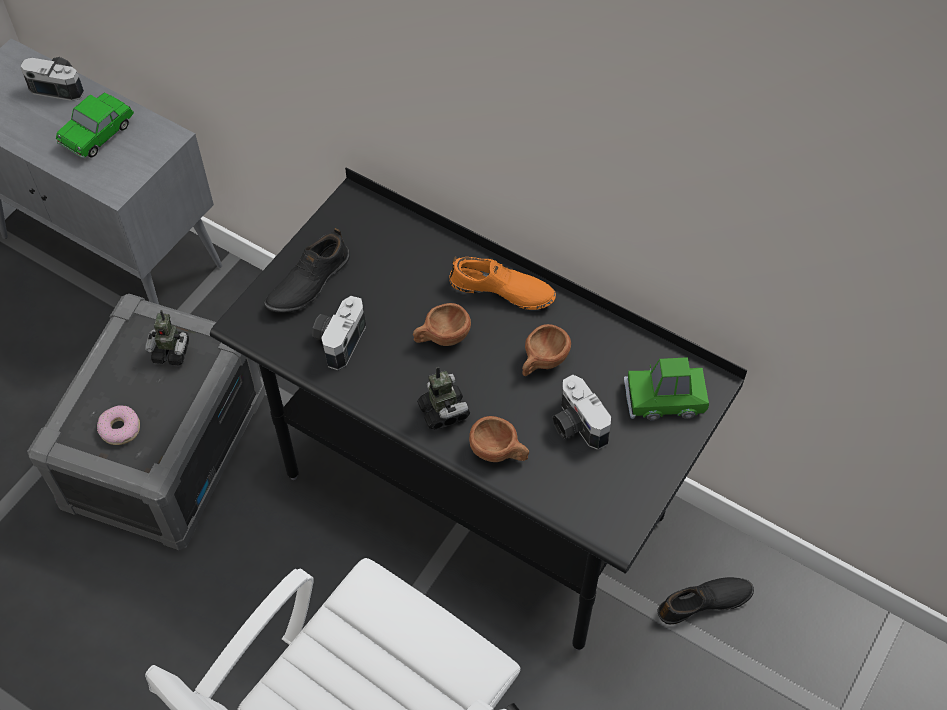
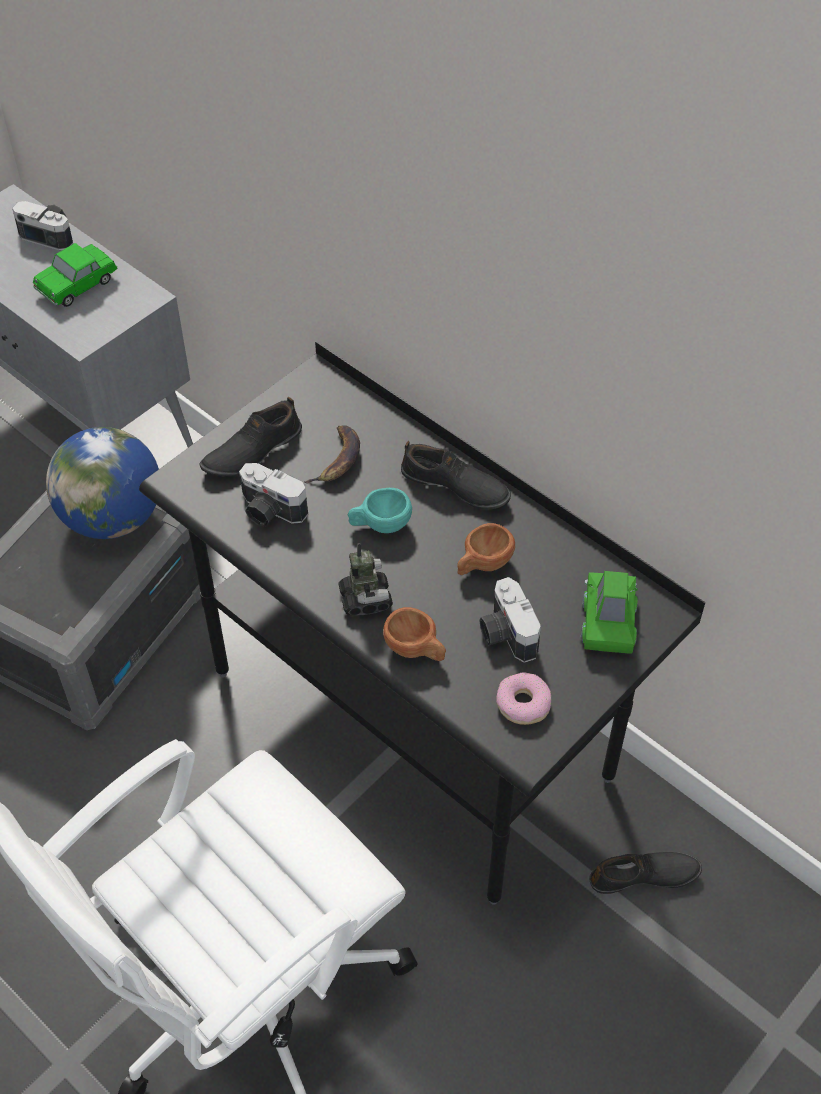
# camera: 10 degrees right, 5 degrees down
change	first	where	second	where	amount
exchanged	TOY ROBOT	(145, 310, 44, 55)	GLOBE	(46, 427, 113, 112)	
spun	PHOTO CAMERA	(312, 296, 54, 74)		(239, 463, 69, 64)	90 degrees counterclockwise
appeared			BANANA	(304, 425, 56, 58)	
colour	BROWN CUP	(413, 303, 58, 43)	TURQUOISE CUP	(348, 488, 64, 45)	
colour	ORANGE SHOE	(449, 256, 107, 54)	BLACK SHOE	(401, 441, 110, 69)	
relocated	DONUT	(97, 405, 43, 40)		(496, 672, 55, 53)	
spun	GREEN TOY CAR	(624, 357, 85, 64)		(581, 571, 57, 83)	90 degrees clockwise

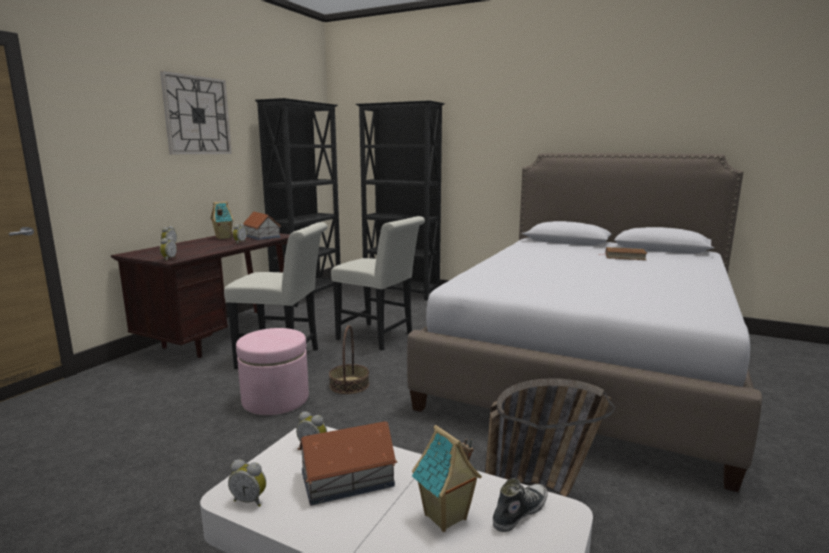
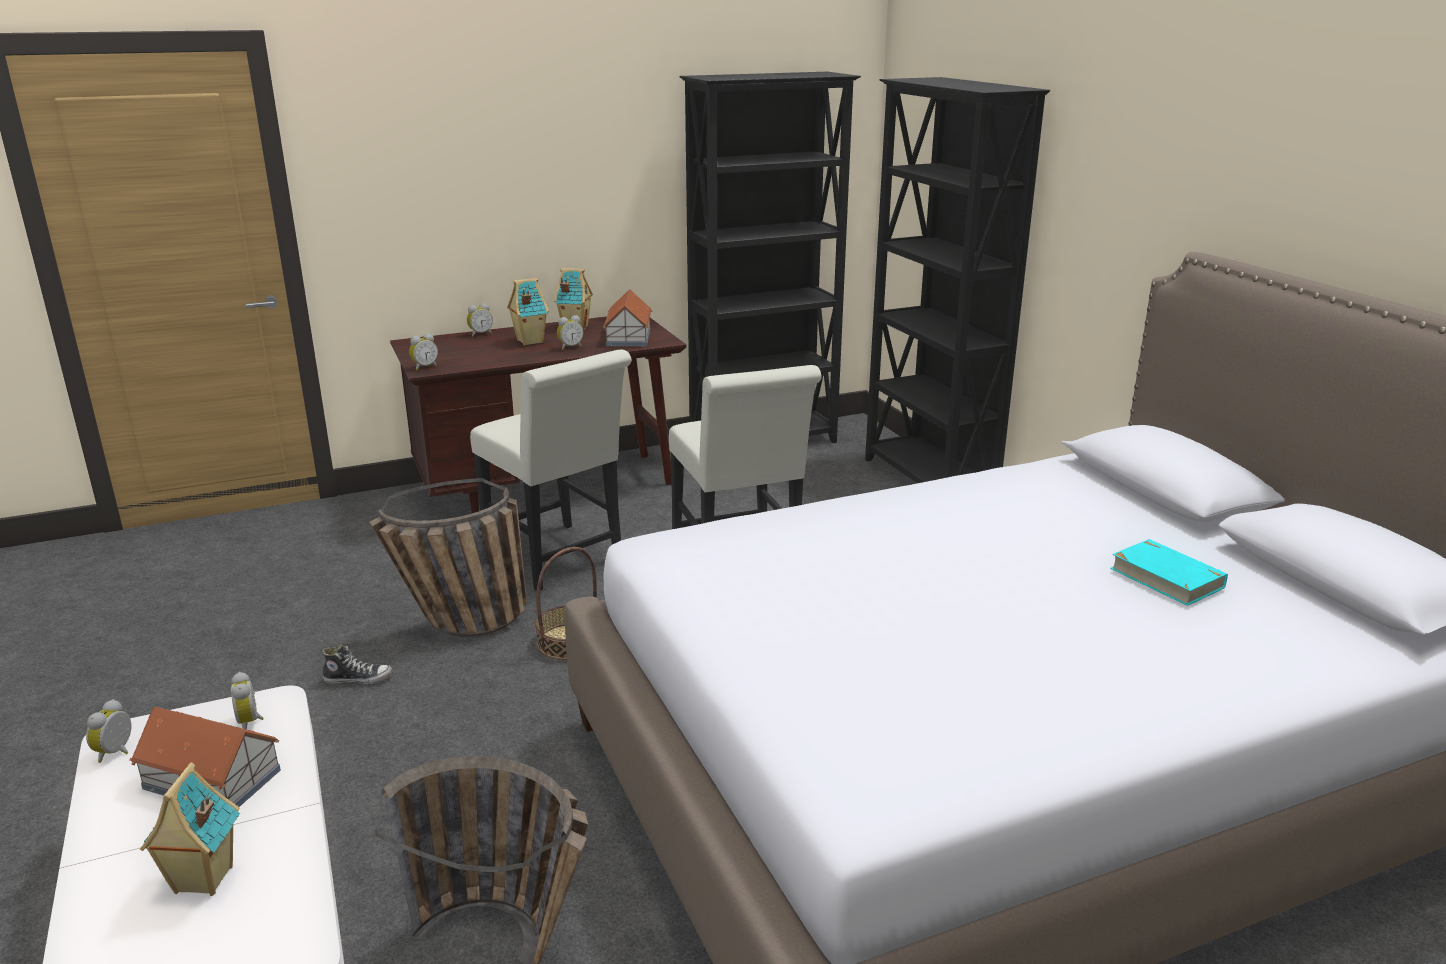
# camera: 40 degrees right, 10 degrees up
change	first	where	second	where	amount
spun	ALARM CLOCK	(228, 459, 38, 48)		(86, 699, 45, 64)	45 degrees clockwise
relocated	SHOE	(493, 478, 55, 54)		(322, 644, 71, 40)	
exchanged	PINK OTTOMAN	(236, 328, 73, 87)	BASKET	(369, 478, 158, 159)	
appeared			TOY HOUSE	(507, 278, 42, 67)	
colour	BROWN BOOK	(599, 247, 48, 13)	TURQUOISE BOOK	(1110, 539, 118, 67)	
missing	WALL CLOCK	(160, 71, 72, 84)			

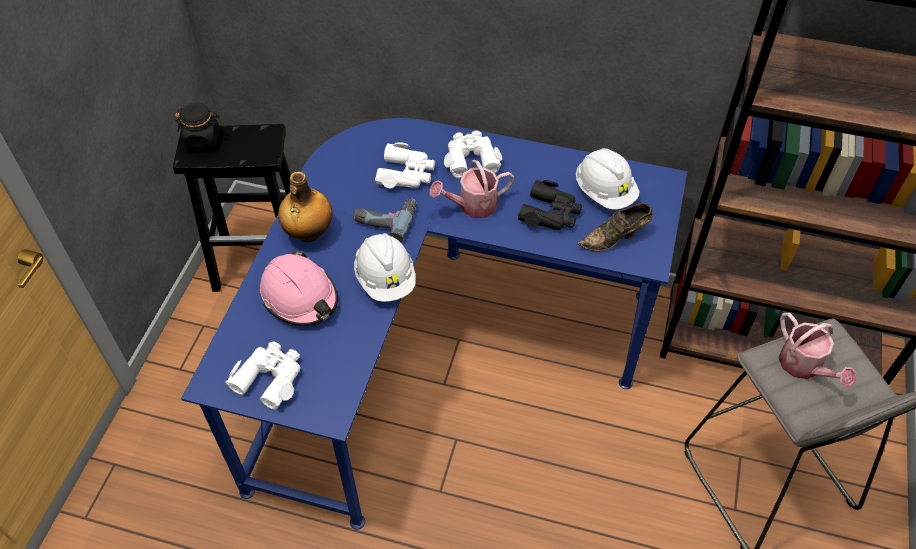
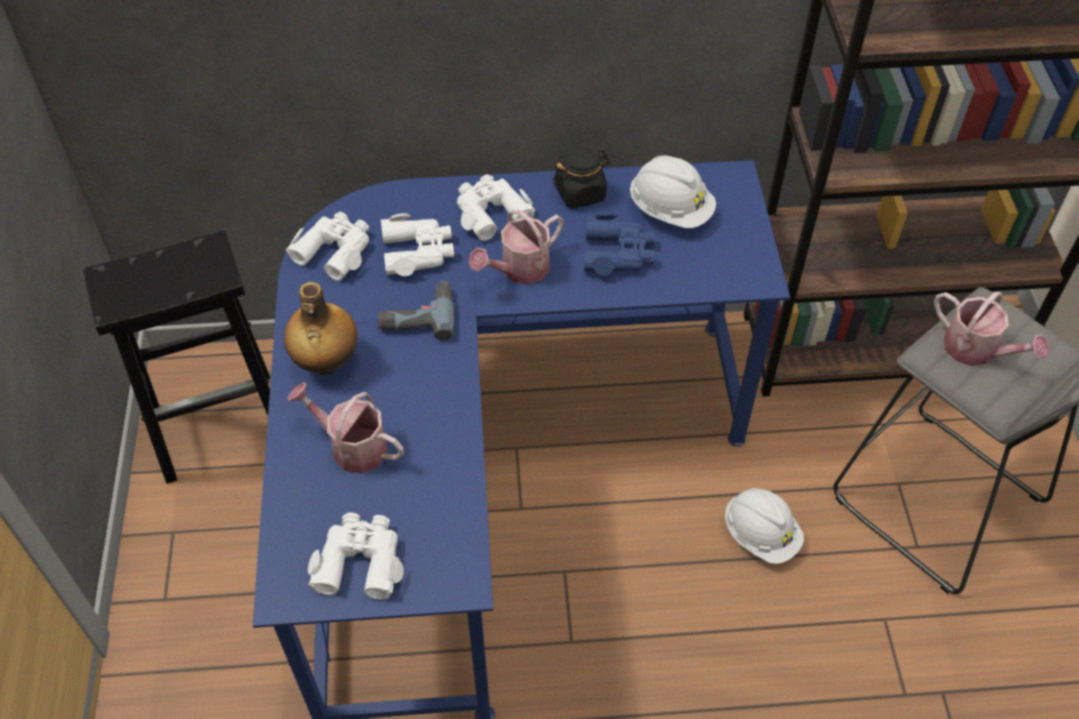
# camera: 20 degrees left, 0 degrees up
change	first	where	second	where	amount
appeared			WHITE BINOCULARS	(286, 212, 83, 69)	
exchanged	PINK HARD HAT	(260, 251, 78, 75)	WATERING CAN	(287, 382, 117, 92)	
relocated	BLACK JAR	(175, 102, 45, 48)		(553, 144, 58, 65)	
colour	BLACK BINOCULARS	(518, 179, 64, 51)	BLUE BINOCULARS	(584, 213, 71, 63)	
relocated	WHITE HARD HAT	(354, 233, 61, 69)		(725, 488, 79, 76)	
missing	BROWN SHOE	(578, 203, 74, 48)			

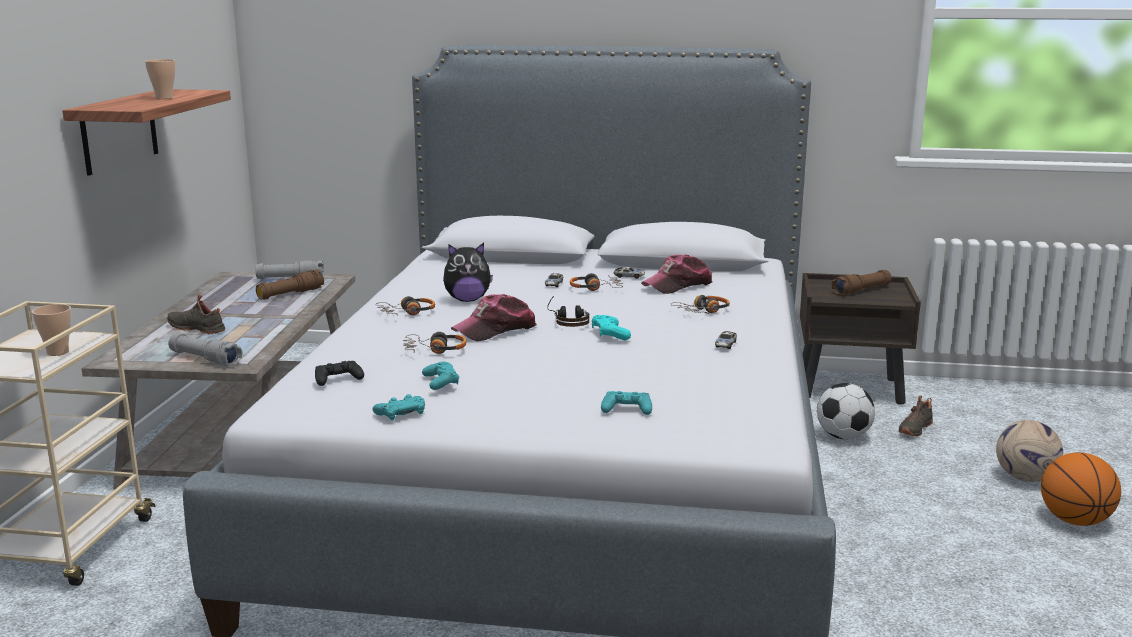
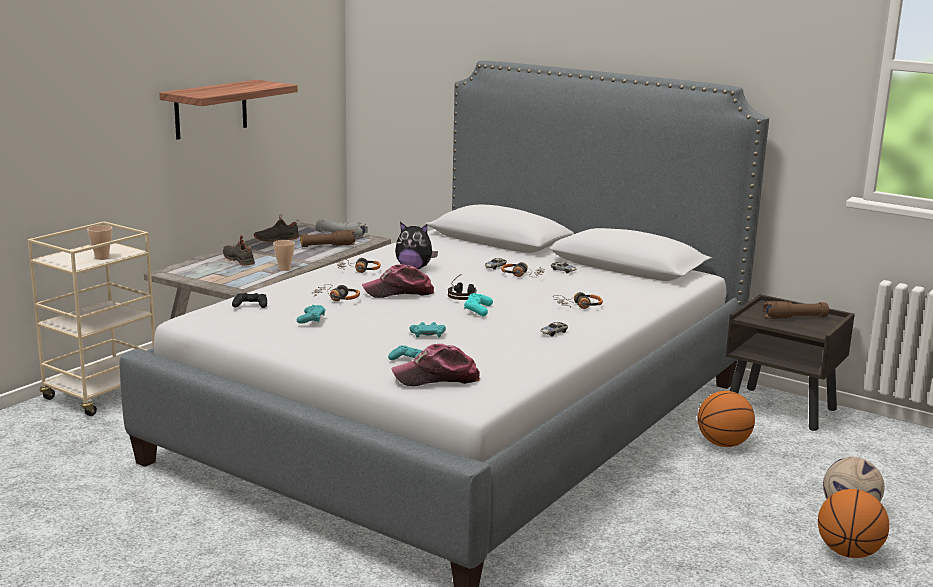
# camera: 25 degrees right, 0 degrees up
change	first	where	second	where	amount
relocated	BLACK SHOE	(899, 395, 34, 42)		(254, 216, 46, 26)	
relocated	CUP	(145, 59, 31, 40)		(273, 240, 22, 31)	
relocated	CAP	(641, 254, 72, 40)		(392, 344, 88, 42)	
relocated	TURQUOISE GAME CONTROLLER	(373, 394, 52, 27)		(410, 322, 36, 16)	
exchanged	FOOTBALL	(817, 383, 58, 57)	BASKETBALL	(698, 391, 57, 56)	
missing	GREY FLASHLIGHT	(168, 333, 74, 33)			

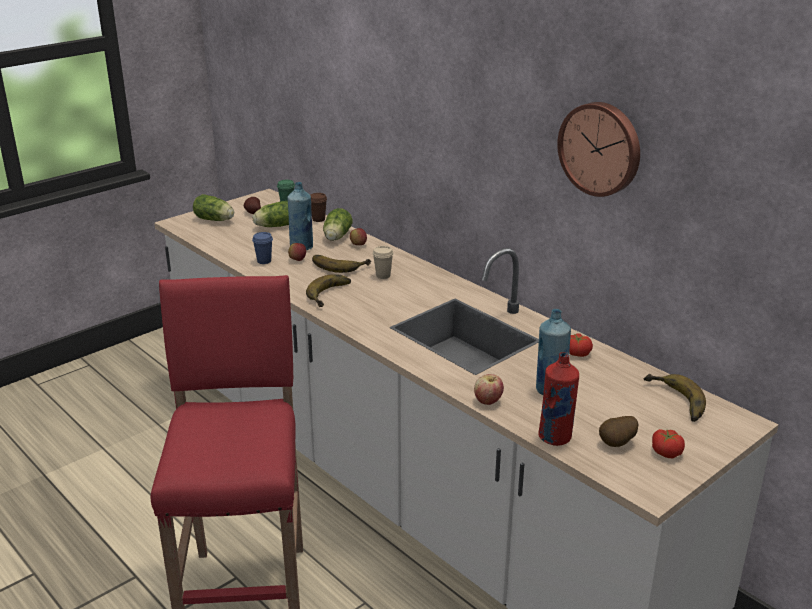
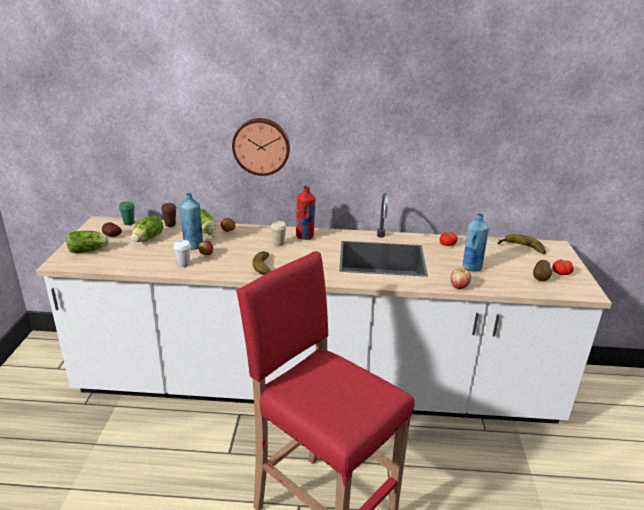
# camera: 45 degrees left, 0 degrees up
change	first	where	second	where	amount
colour	BLUE CUP	(252, 232, 21, 32)	WHITE CUP	(173, 240, 18, 27)	
relocated	WALL CLOCK	(557, 102, 83, 95)		(232, 118, 58, 58)	
relocated	RED BOTTLE	(538, 352, 41, 94)		(296, 186, 20, 54)	
missing	BANANA	(312, 255, 59, 18)			

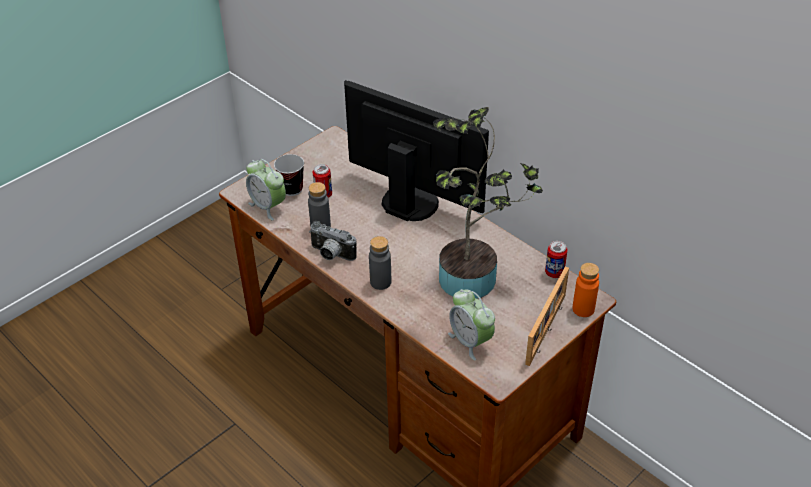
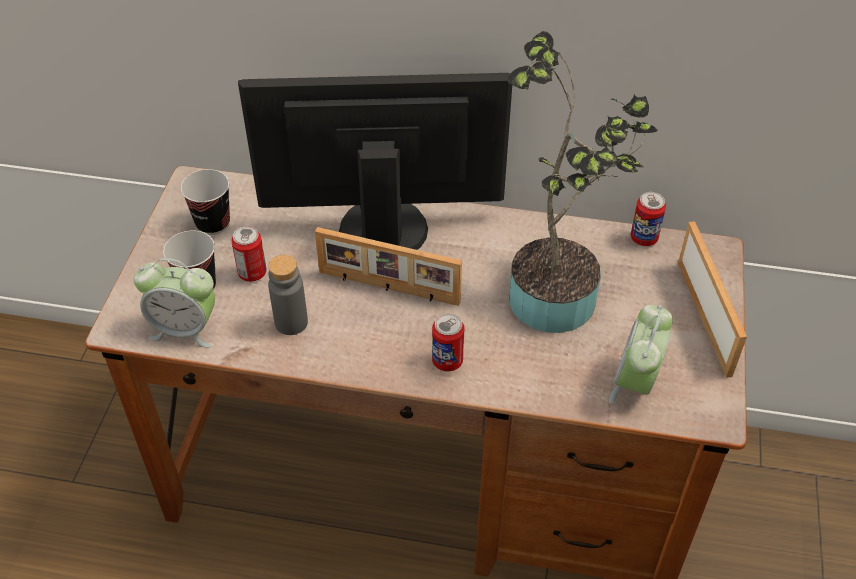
# camera: 35 degrees left, 5 degrees up
change	first	where	second	where	amount
appeared			CUP	(181, 169, 49, 66)	
appeared			PICTURE FRAME	(315, 227, 147, 79)	
exchanged	GREY BOTTLE	(369, 236, 22, 54)	CAN	(432, 314, 32, 57)	
spun	ALARM CLOCK	(448, 289, 47, 72)		(609, 305, 64, 99)	90 degrees clockwise
missing	PHOTO CAMERA	(309, 221, 47, 40)			
missing	ORANGE BOTTLE	(572, 263, 27, 54)			

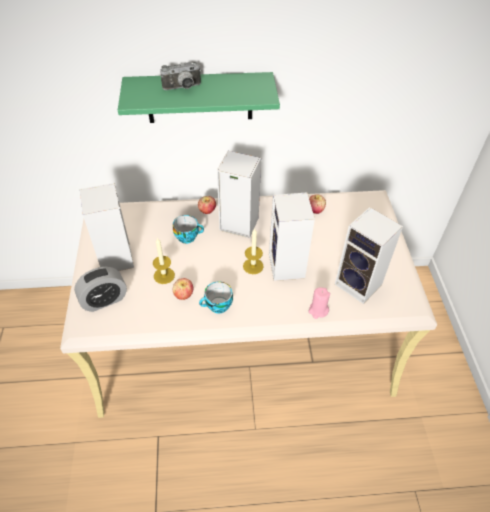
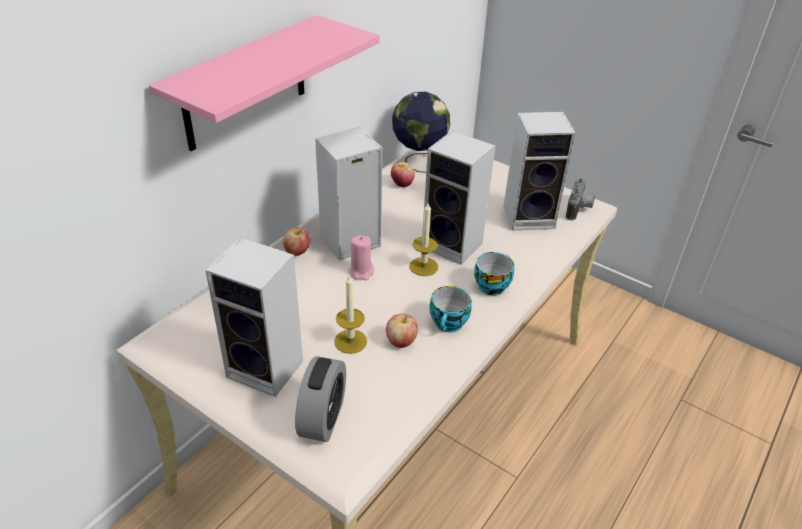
# camera: 50 degrees left, 10 degrees down
change	first	where	second	where	amount
colour	GREEN SHELF	(118, 72, 162, 51)	PINK SHELF	(148, 15, 232, 136)	
relocated	PINK CANDLE	(309, 287, 21, 32)		(349, 235, 25, 45)	
appeared			GLOBE	(392, 91, 58, 82)	
relocated	CUP	(173, 215, 31, 29)		(474, 252, 40, 44)	
relocated	PHOTO CAMERA	(160, 62, 41, 28)		(566, 179, 29, 41)	

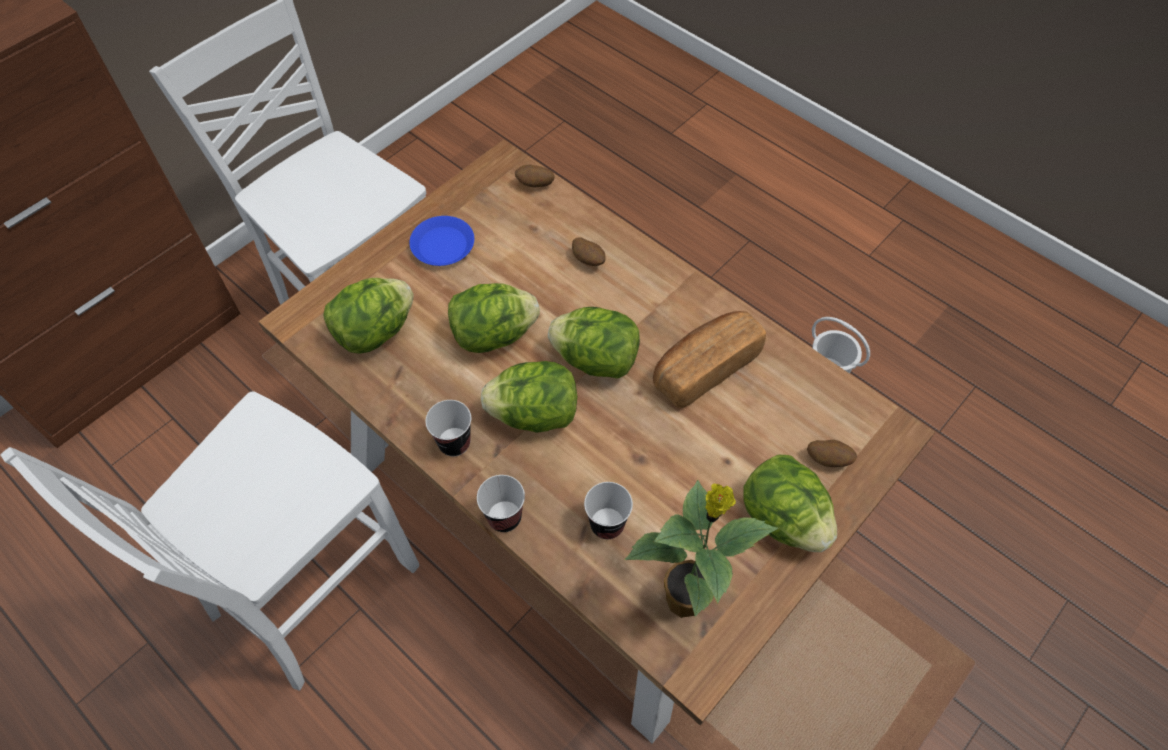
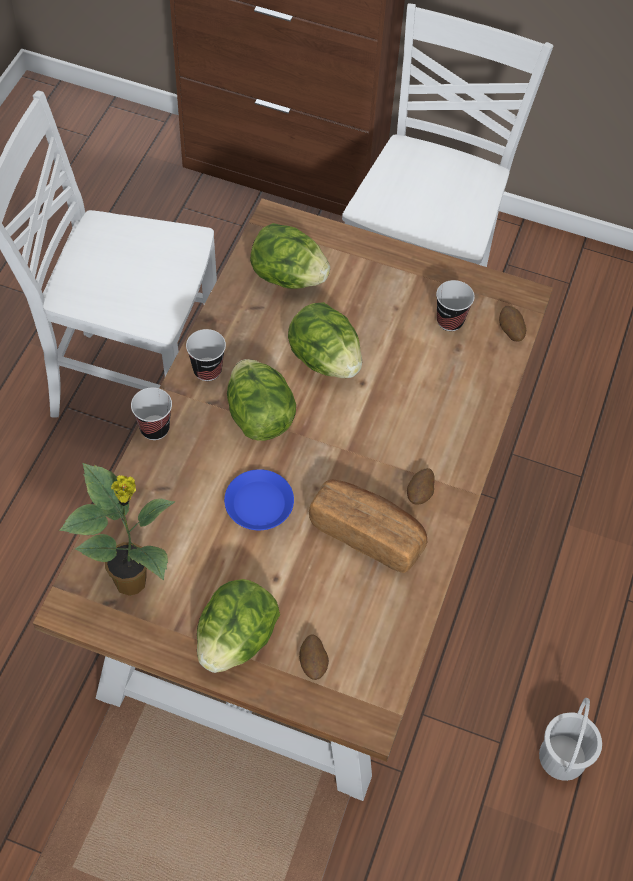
# camera: 65 degrees right, 0 degrees up
change	first	where	second	where	amount
relocated	BLUE PLATE	(409, 216, 65, 50)		(224, 469, 70, 61)	
relocated	POTATO	(572, 237, 34, 29)		(407, 468, 28, 37)	
relocated	CUP	(584, 482, 49, 57)		(436, 280, 39, 51)	
missing	LETTUCE	(548, 307, 92, 72)			

